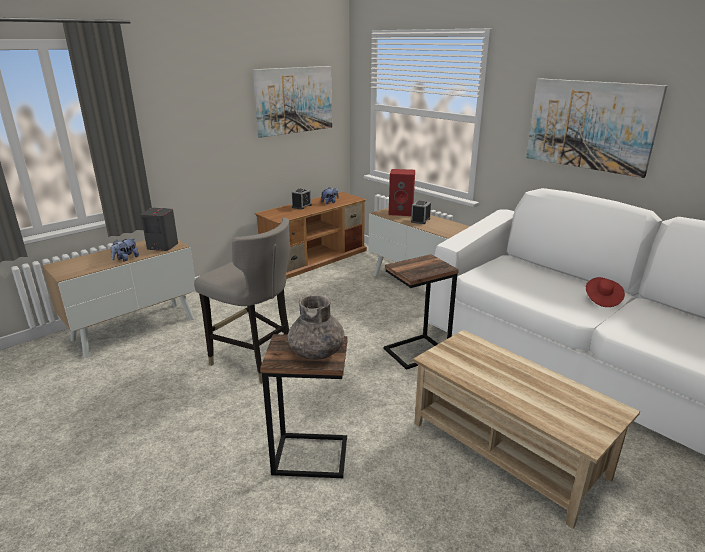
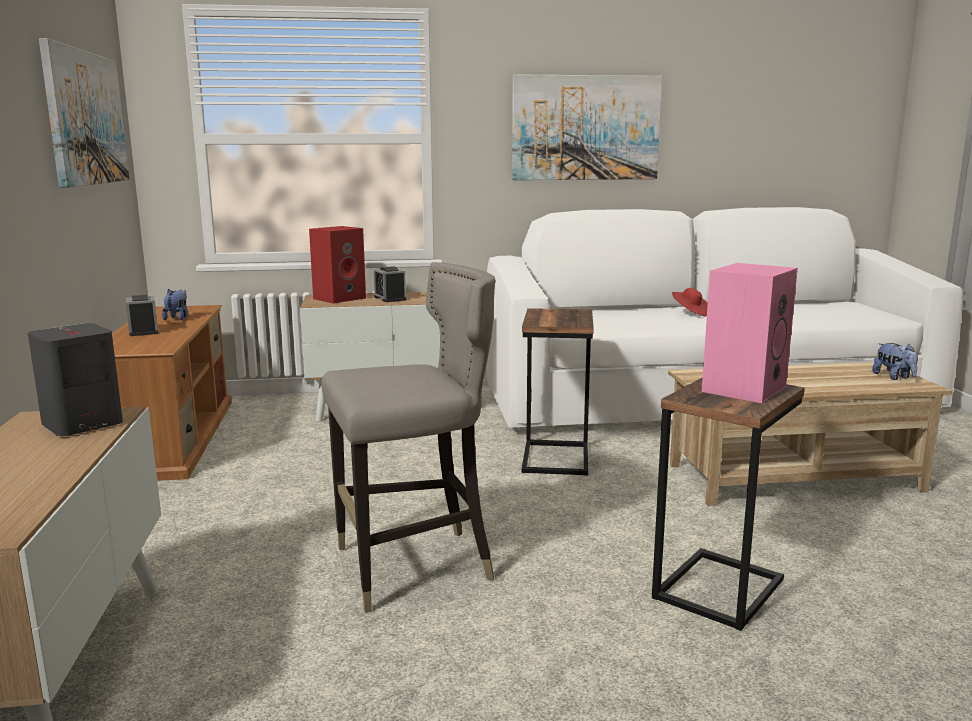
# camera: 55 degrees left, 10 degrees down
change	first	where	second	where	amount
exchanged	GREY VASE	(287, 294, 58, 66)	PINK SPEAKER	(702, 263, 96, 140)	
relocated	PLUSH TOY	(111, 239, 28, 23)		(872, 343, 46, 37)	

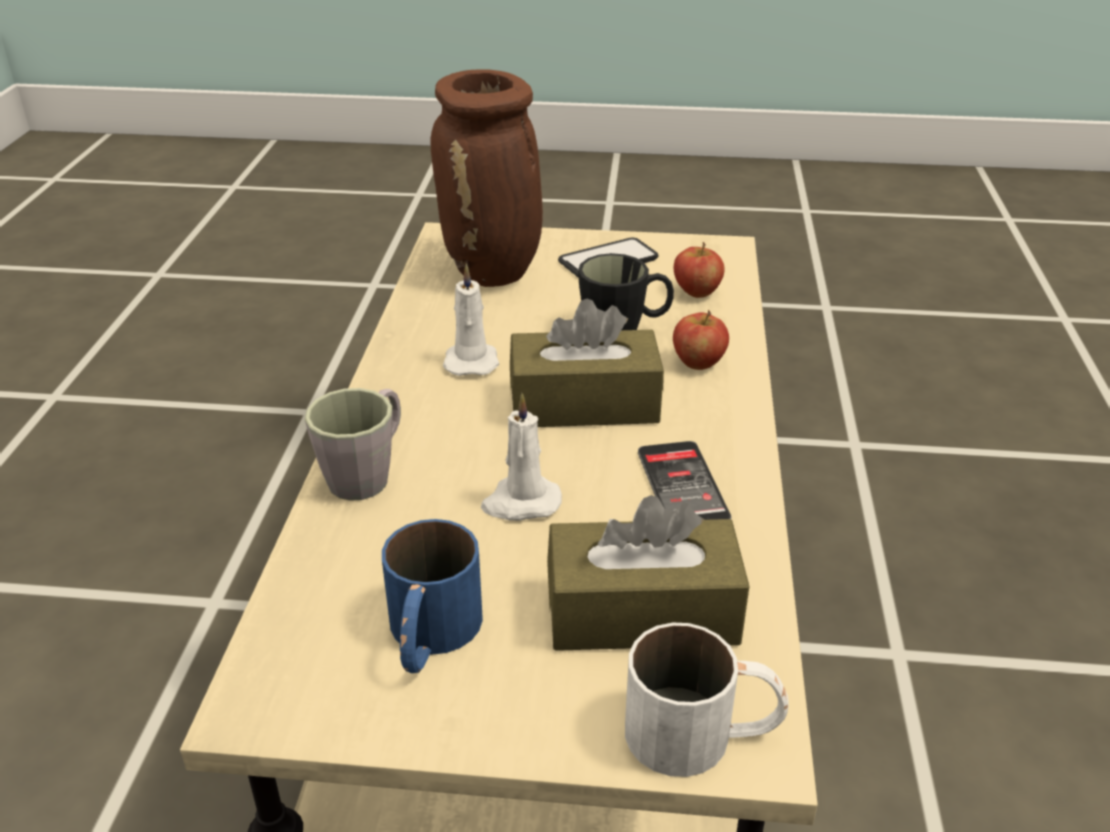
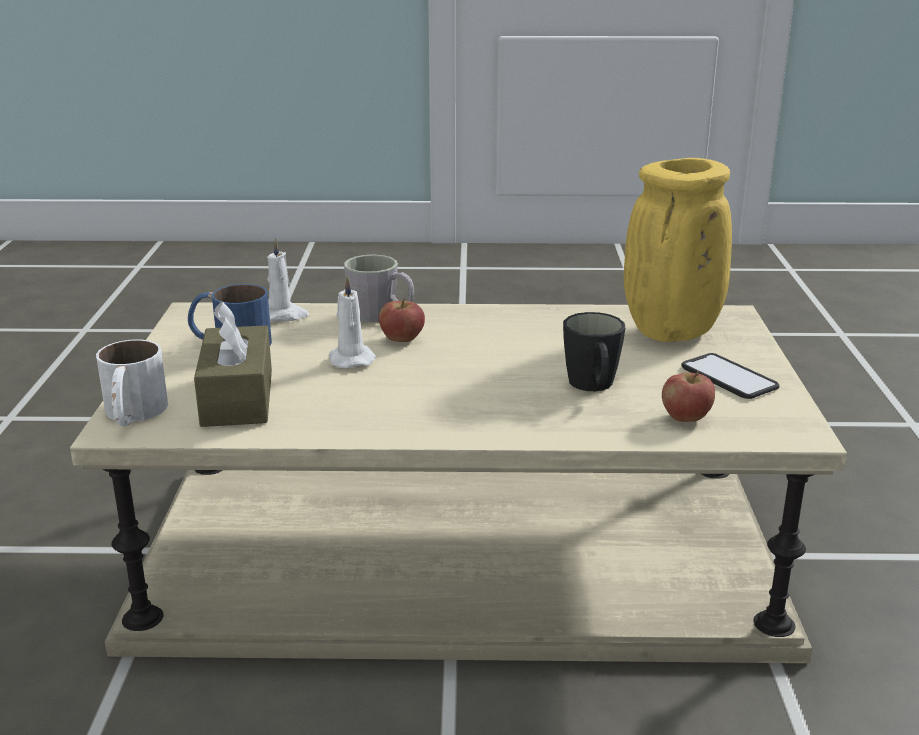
# camera: 85 degrees right, 10 degrees down
change	first	where	second	where	amount
relocated	WHITE CANDLE	(443, 264, 56, 112)		(267, 237, 42, 85)	
relocated	APPLE	(673, 310, 56, 60)		(379, 298, 46, 44)	
colour	BROWN VASE	(431, 69, 112, 218)	YELLOW VASE	(624, 158, 108, 184)	
missing	BROWN TISSUE BOX	(510, 299, 154, 128)			
missing	PHONE	(638, 441, 93, 79)			

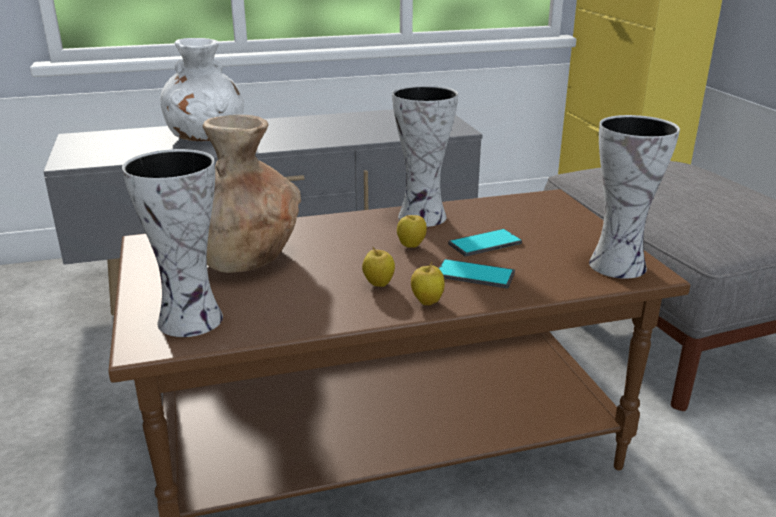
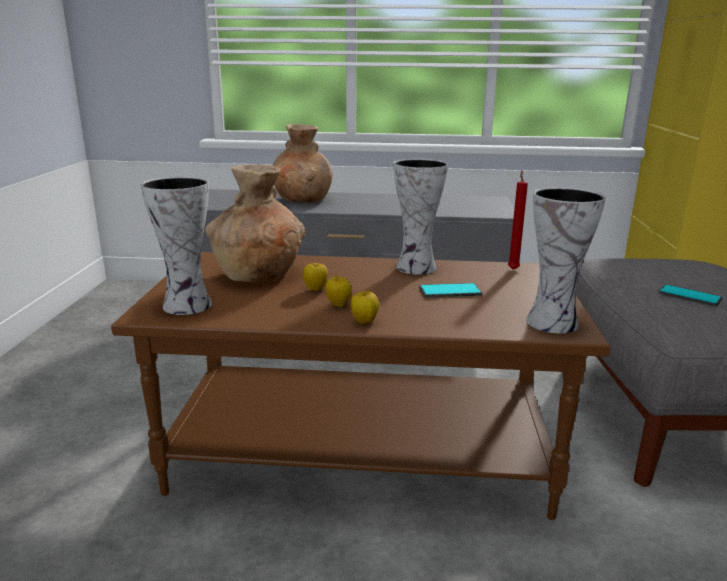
# camera: 20 degrees right, 5 degrees down
change	first	where	second	where	amount
colour	WHITE VASE	(160, 38, 84, 103)	BROWN VASE	(273, 124, 60, 79)	
relocated	APPLE	(397, 215, 30, 33)		(303, 262, 25, 29)	
appeared			RED CANDLE	(508, 171, 20, 99)	
relocated	PHONE	(439, 259, 76, 29)		(658, 284, 65, 23)	

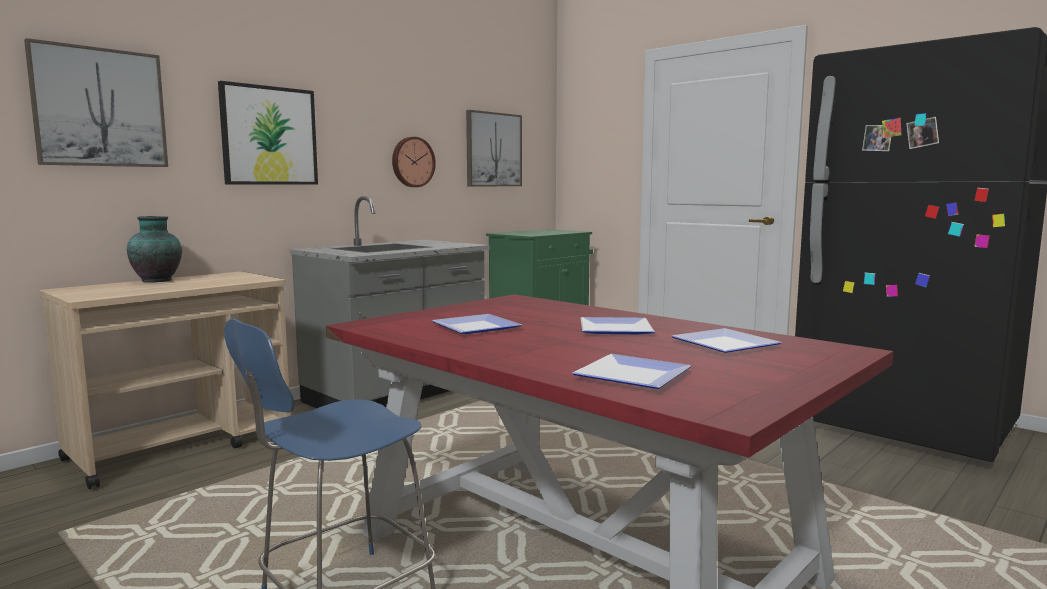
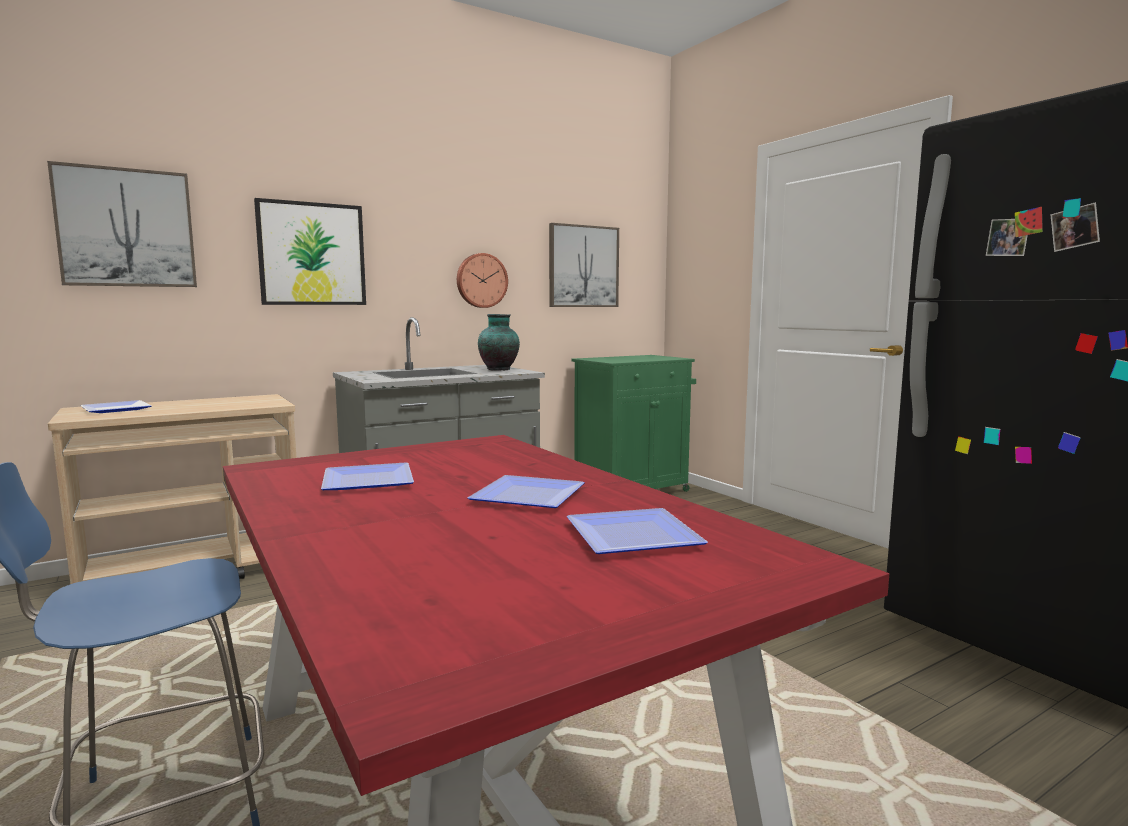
# camera: 15 degrees right, 0 degrees up
change	first	where	second	where	amount
relocated	PLATE	(572, 354, 119, 35)		(80, 400, 72, 13)	
relocated	VASE	(127, 216, 55, 67)		(478, 314, 42, 57)	

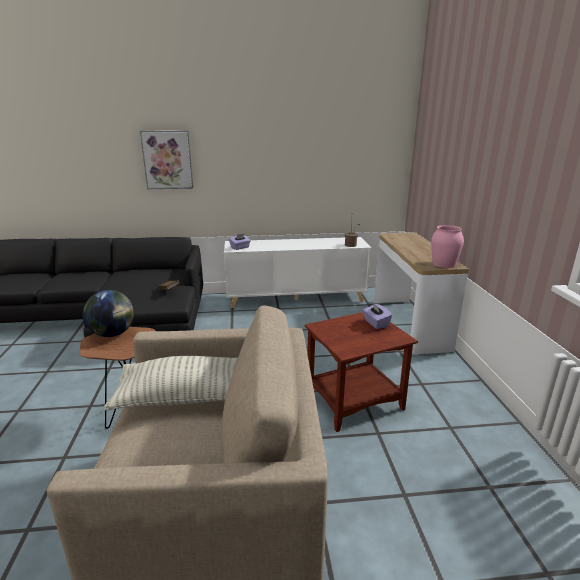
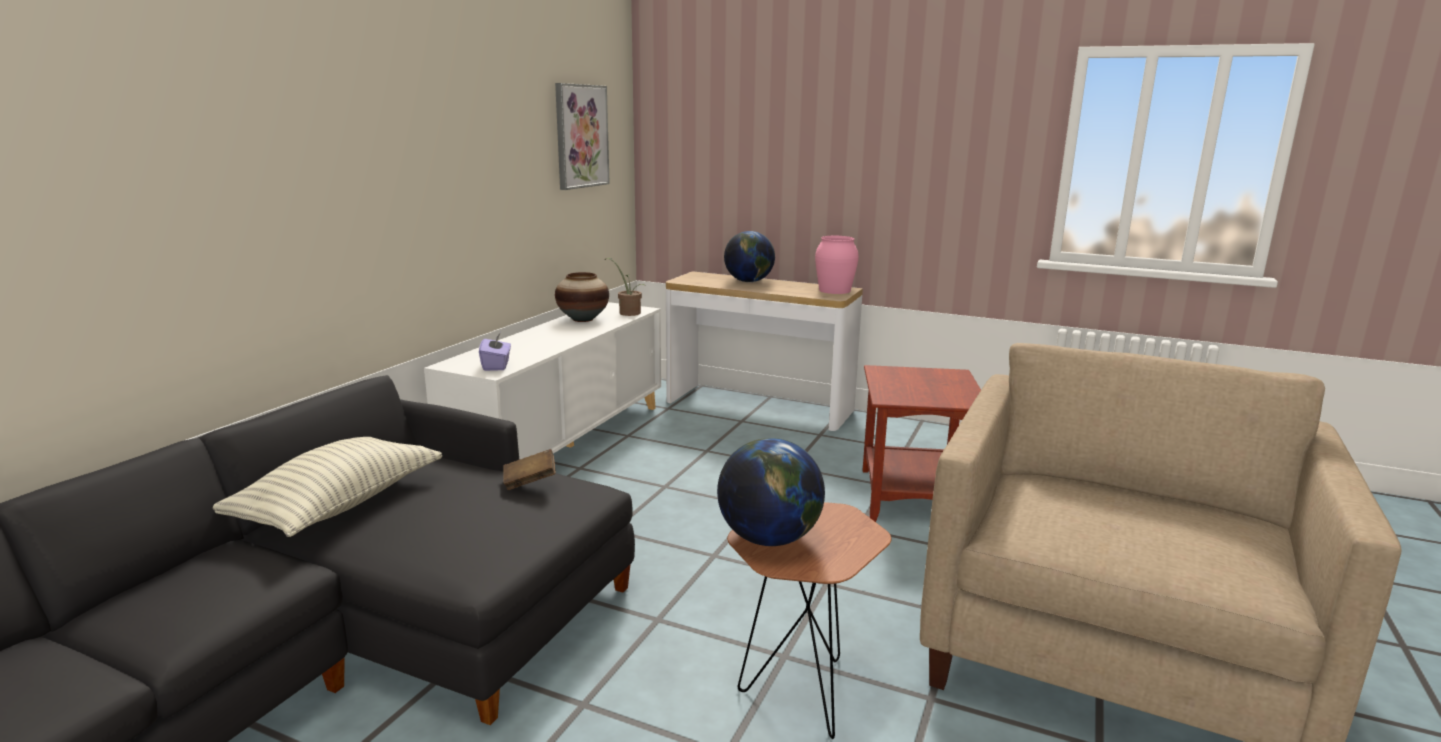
# camera: 60 degrees left, 5 degrees down
change	first	where	second	where	amount
relocated	PILLOW	(104, 356, 134, 54)		(213, 437, 229, 100)	
relocated	PICTURE	(140, 131, 53, 58)		(555, 83, 55, 107)	
appeared			VASE	(555, 272, 54, 50)	
appeared			GLOBE	(724, 231, 51, 51)	
missing	PURPLE TISSUE BOX	(363, 302, 29, 27)			

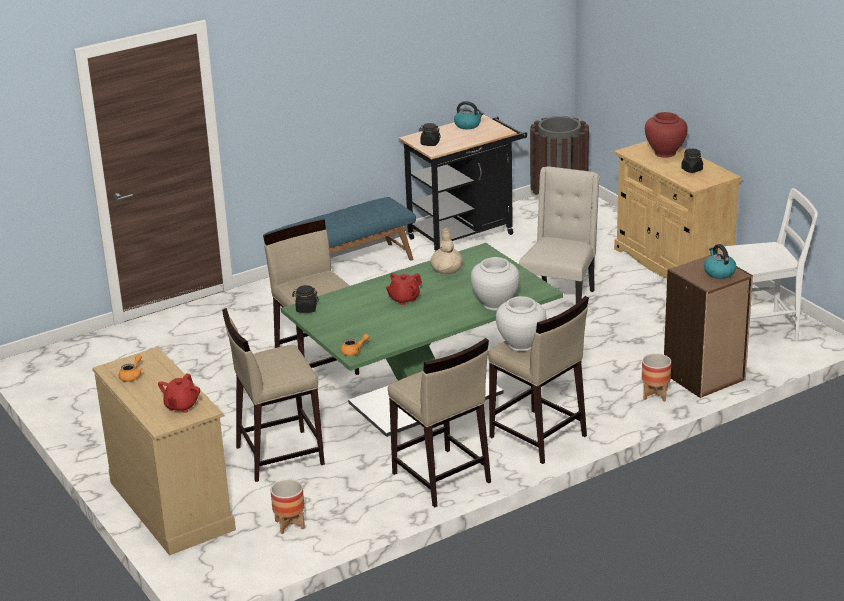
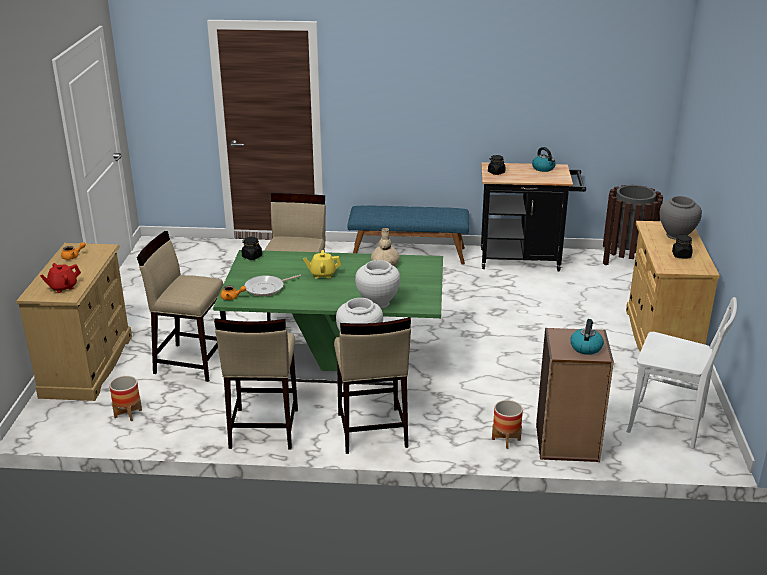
# camera: 35 degrees right, 0 degrees up
change	first	where	second	where	amount
appeared			FRYING PAN	(244, 275, 57, 22)	
colour	RED TEAPOT	(386, 273, 36, 32)	YELLOW TEAPOT	(303, 250, 38, 29)	
colour	RED VASE	(645, 112, 43, 46)	GREY VASE	(659, 196, 43, 44)	
missing	BEIGE CHAIR	(519, 166, 81, 138)			

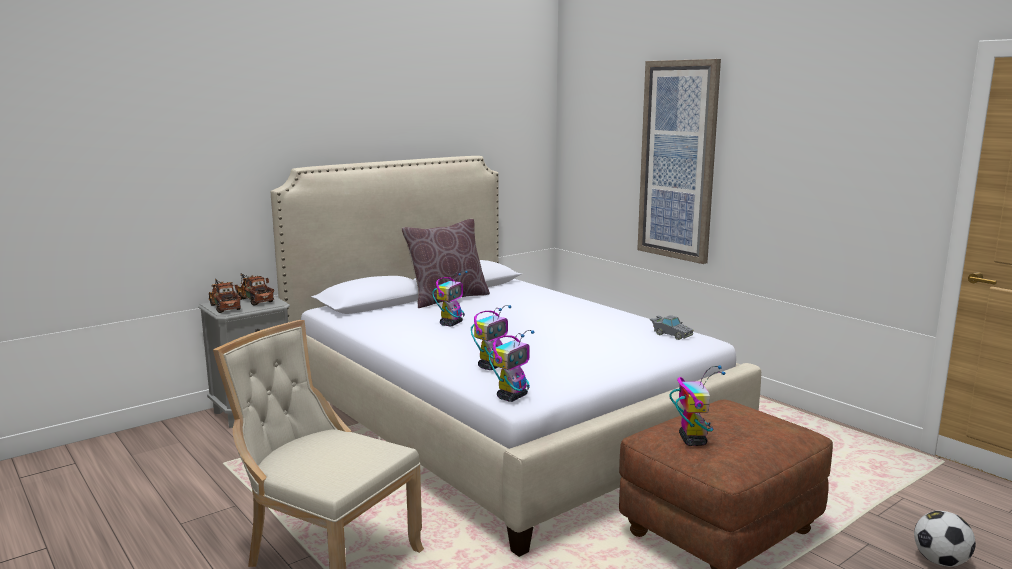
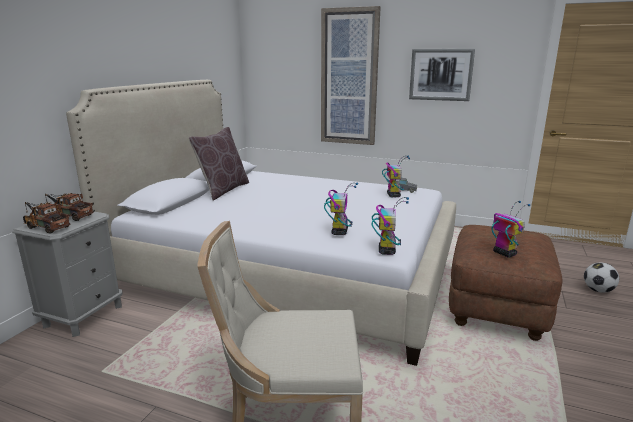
# camera: 30 degrees left, 5 degrees up
change	first	where	second	where	amount
relocated	TOY ROBOT	(432, 271, 36, 55)		(382, 156, 28, 42)	
appeared			PICTURE	(409, 49, 66, 52)	

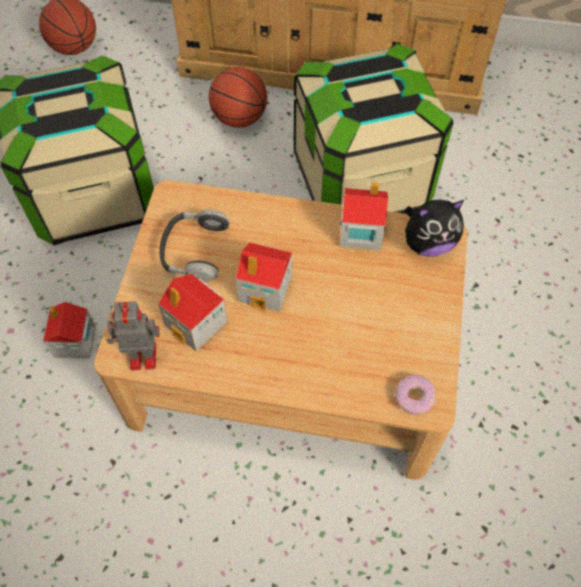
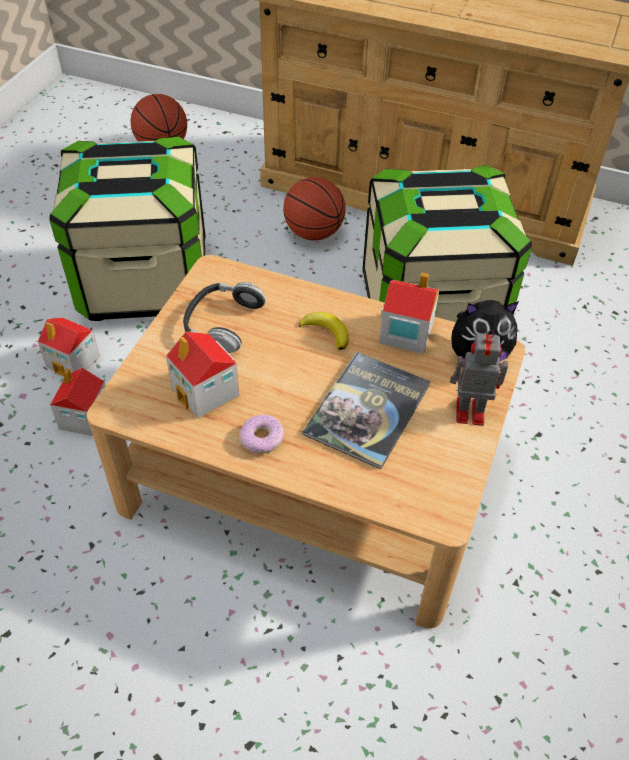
# camera: 10 degrees right, 10 degrees down
change	first	where	second	where	amount
relocated	TOY HOUSE	(236, 242, 57, 70)		(38, 318, 62, 59)	
relocated	DONUT	(395, 375, 41, 40)		(239, 415, 45, 39)	
appeared			BANANA	(299, 312, 50, 38)	
appeared			BOOK	(303, 352, 127, 117)	
relocated	TOY ROBOT	(106, 301, 54, 70)		(450, 330, 58, 96)	

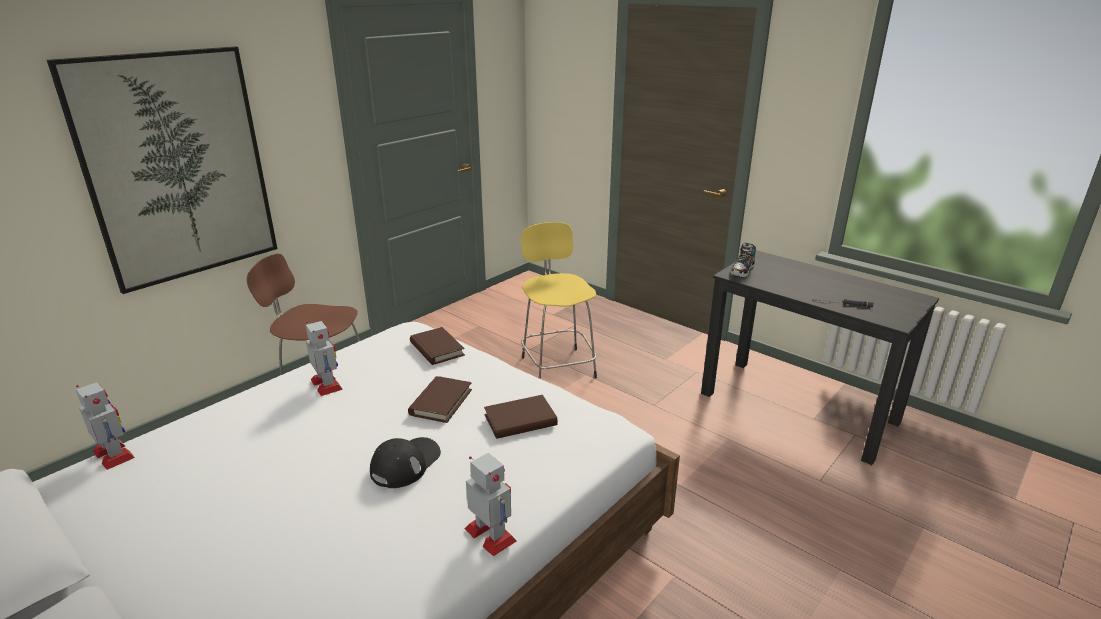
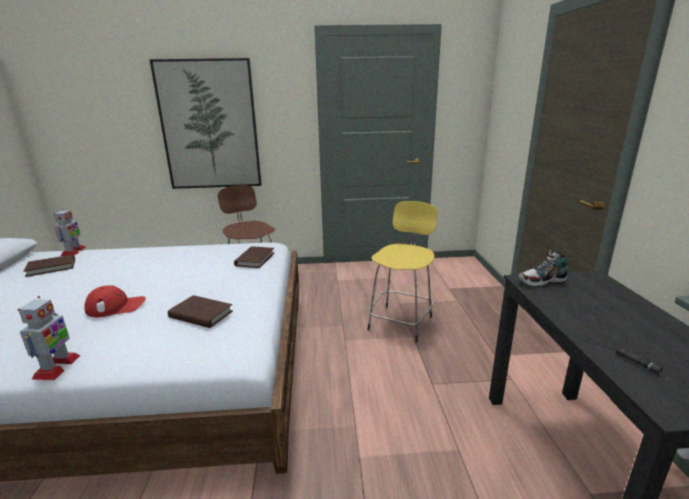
# camera: 45 degrees right, 5 degrees down
change	first	where	second	where	amount
relocated	BROWN BOOK	(408, 376, 64, 47)		(24, 254, 51, 23)	
colour	BLACK CAP	(370, 437, 71, 51)	RED CAP	(84, 285, 62, 32)	
missing	TOY ROBOT	(306, 321, 37, 75)			

